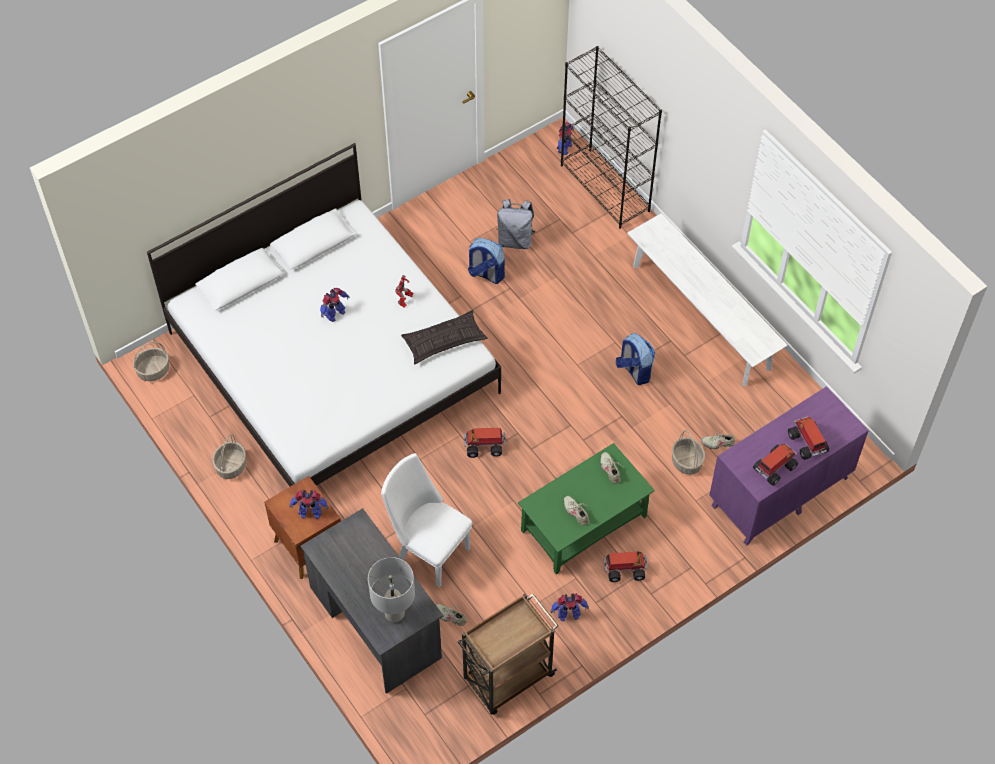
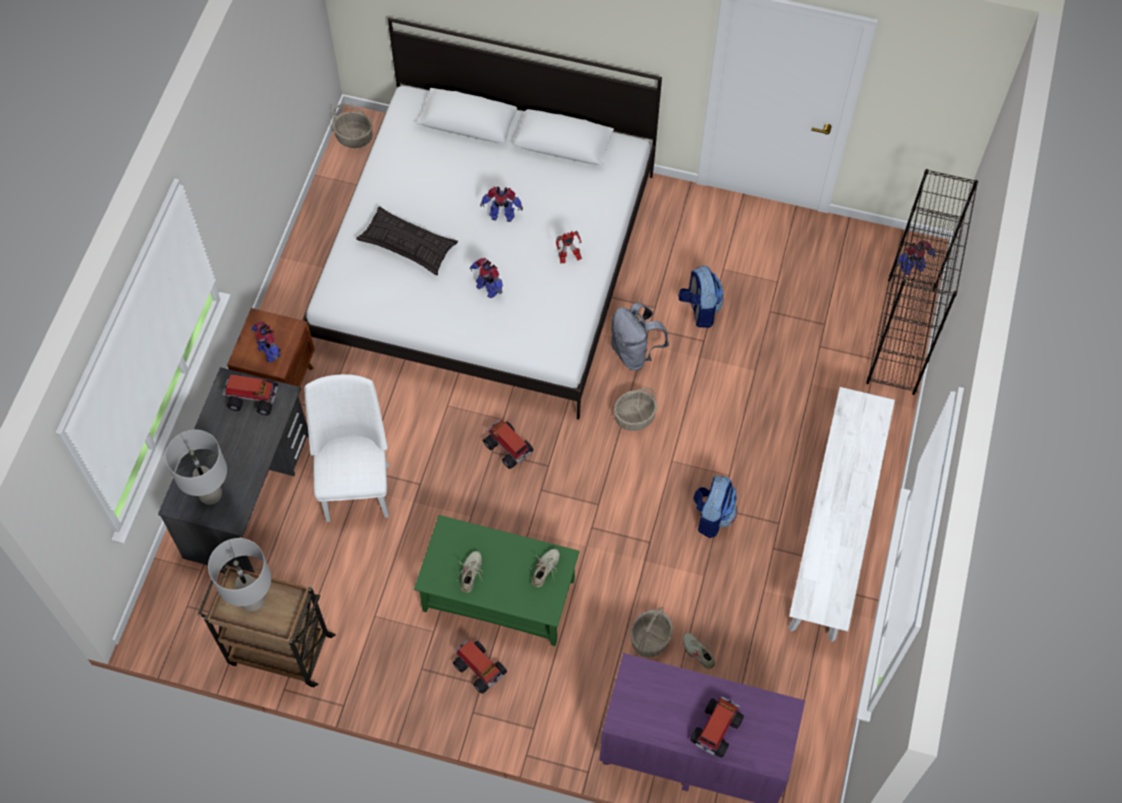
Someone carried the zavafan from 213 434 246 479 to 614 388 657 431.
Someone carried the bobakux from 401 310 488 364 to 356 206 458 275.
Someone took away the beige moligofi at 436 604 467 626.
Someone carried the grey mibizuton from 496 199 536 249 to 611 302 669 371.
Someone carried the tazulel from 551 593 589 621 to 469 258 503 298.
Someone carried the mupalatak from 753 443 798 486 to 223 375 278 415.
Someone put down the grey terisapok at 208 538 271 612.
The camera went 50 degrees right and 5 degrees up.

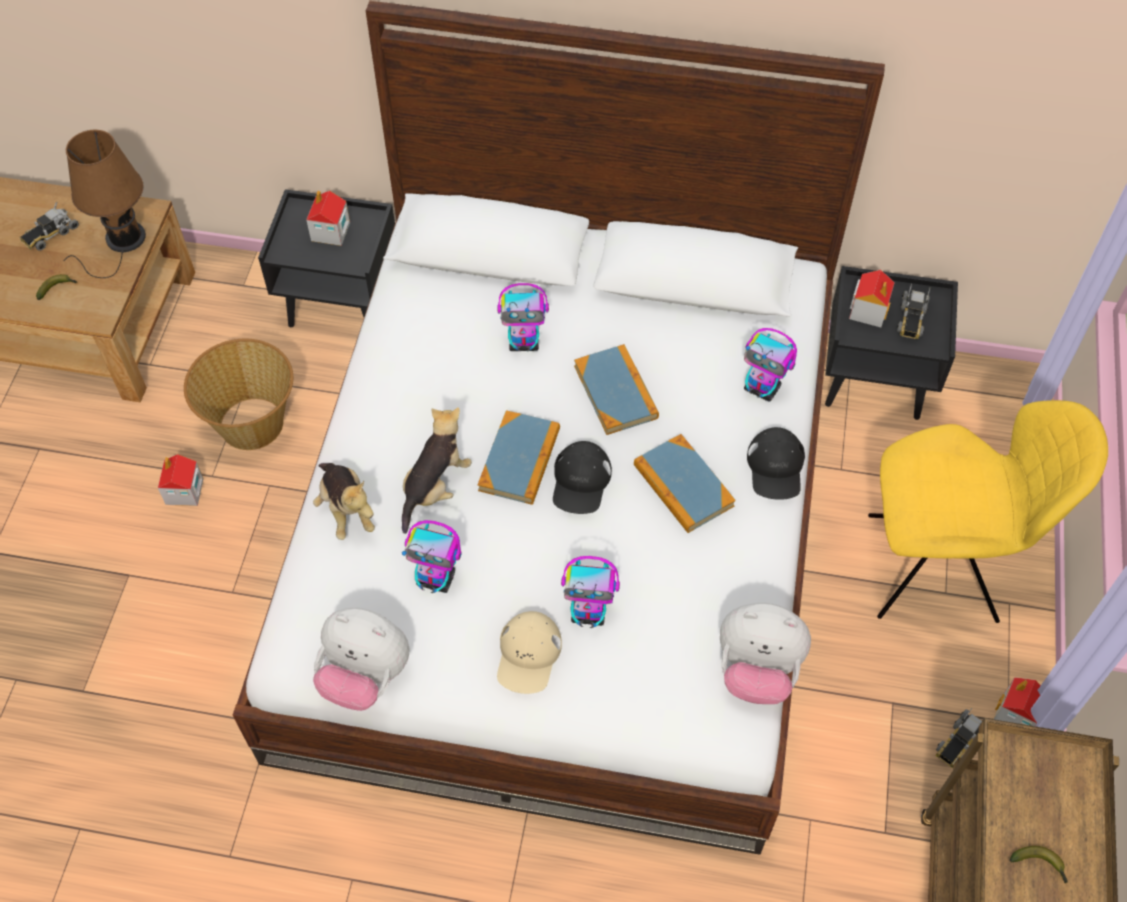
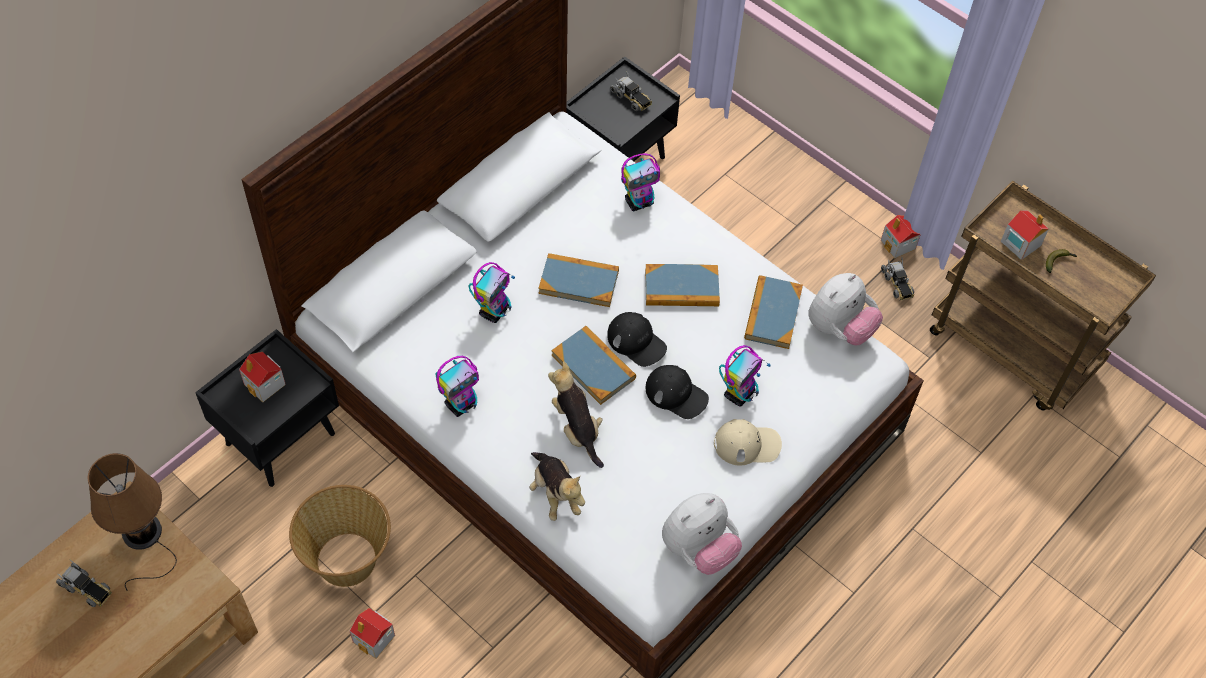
Someone rotated the mupalatak at 19 202 79 250 by 45 degrees counterclockwise.
Someone took away the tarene at 36 274 77 300.
Someone rotated the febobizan at 313 463 375 540 by 60 degrees clockwise.
Someone carried the tazulel from 402 520 461 593 to 436 356 479 417.
Someone rotated the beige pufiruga at 497 611 562 694 by 45 degrees counterclockwise.
Someone carried the black pufiruga from 747 427 805 500 to 646 365 709 419.
Someone carried the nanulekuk from 849 270 895 327 to 1001 210 1049 260.
Someone took away the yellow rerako at 868 400 1108 623.
Someone put down the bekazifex at 744 275 803 349.
The camera went 60 degrees left and 0 degrees up.

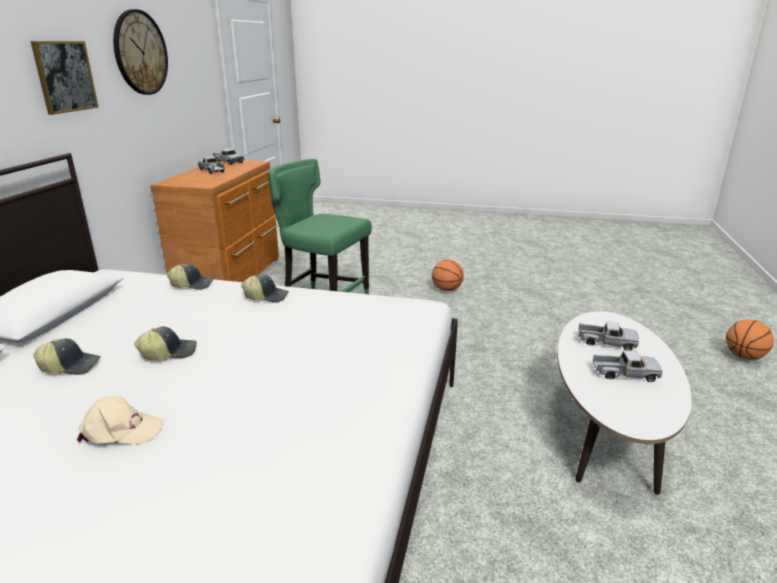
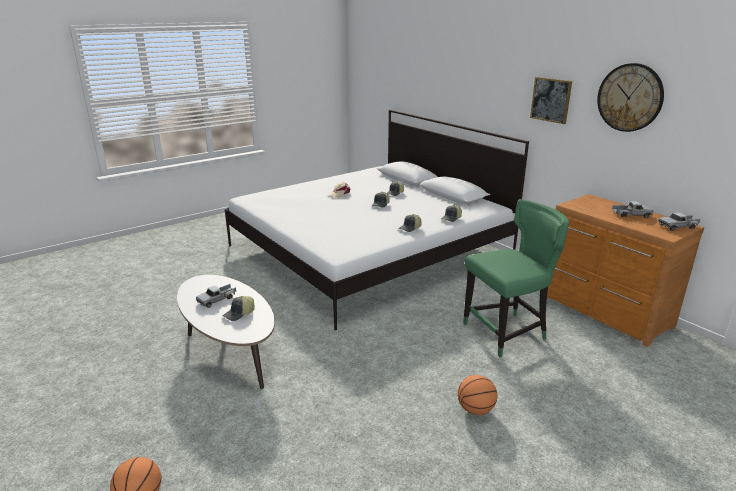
Someone swapped the mupalatak at 577 321 639 351 for the pufiruga at 222 296 255 321.
The camera went 130 degrees right and 0 degrees up.

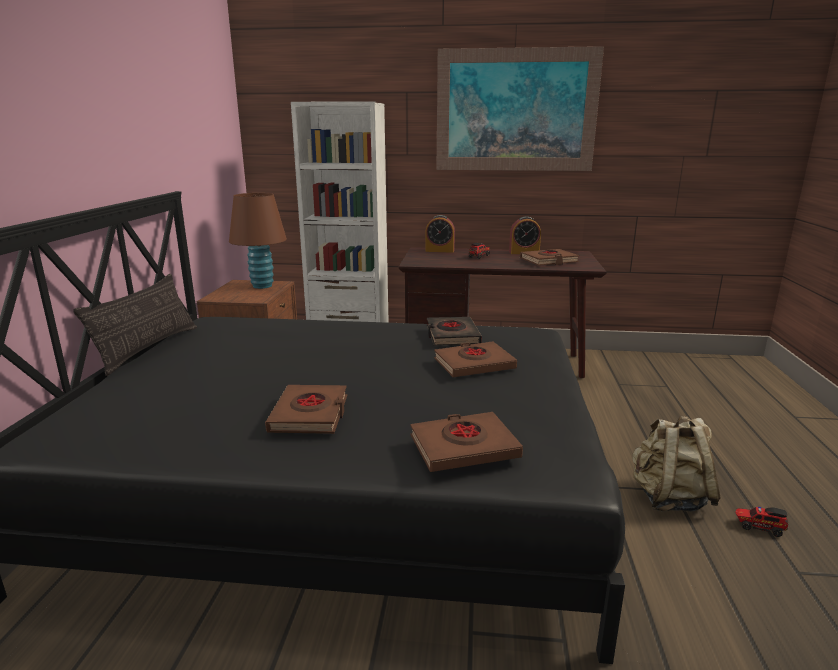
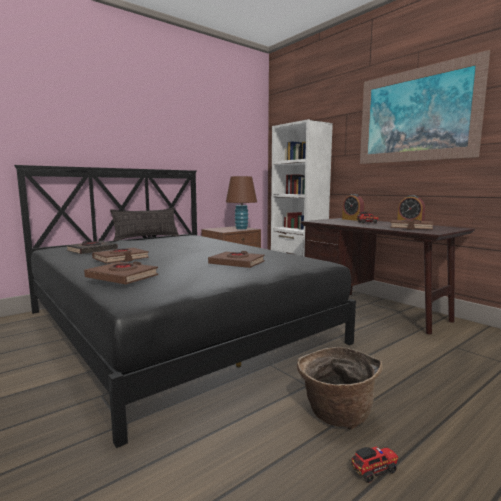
Someone carried the black bekazifex from 427 317 482 346 to 66 241 118 254.
Someone swapped the beige mibizuton at 632 416 721 512 for the zavafan at 297 347 383 430.
Someone rotated the mupalatak at 735 507 789 537 by 90 degrees clockwise.
The camera went 45 degrees right and 10 degrees down.

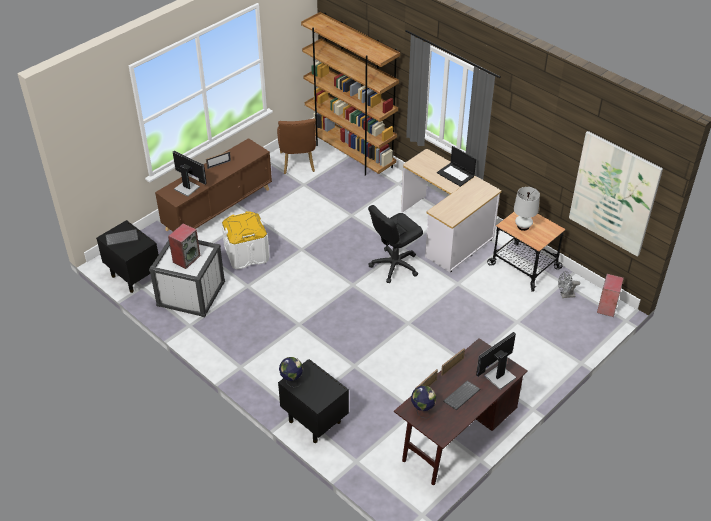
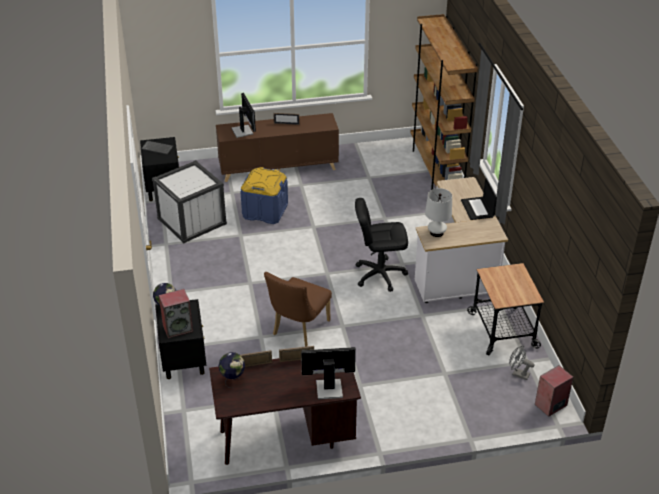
Someone carried the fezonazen from 168 223 200 269 to 159 289 193 339.
Someone repainted the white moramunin at 222 211 270 270, which became the blue moramunin at 240 167 288 224.
Someone carried the brown rerako from 277 118 316 174 to 264 272 332 347.
Someone took away the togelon at 443 381 480 410.
Someone carried the white terisapok from 514 187 540 231 to 425 188 452 237.
Someone took away the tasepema at 569 131 663 257.
The camera went 35 degrees right and 5 degrees down.

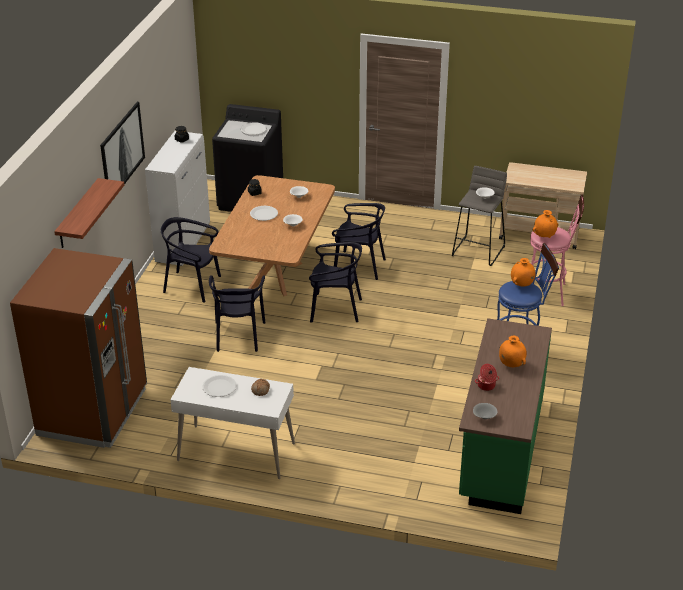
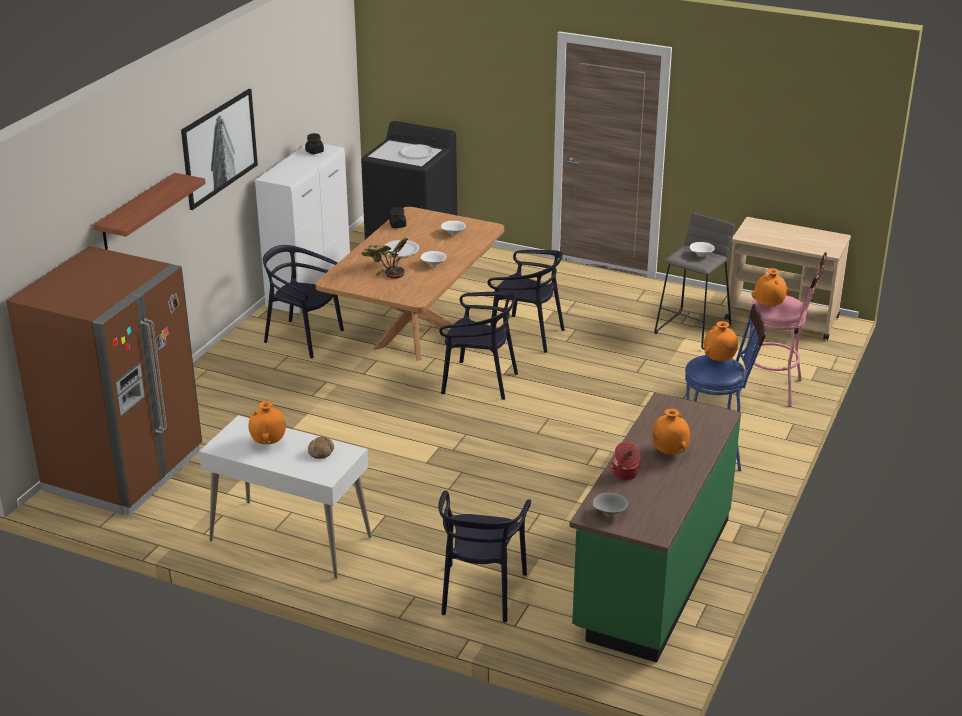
Someone swapped the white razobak at 203 375 236 397 for the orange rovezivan at 248 401 286 444.
Someone carried the black rerako from 209 275 266 352 to 438 491 531 622.
Someone put down the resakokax at 361 238 408 279.
The camera went 10 degrees right and 5 degrees down.

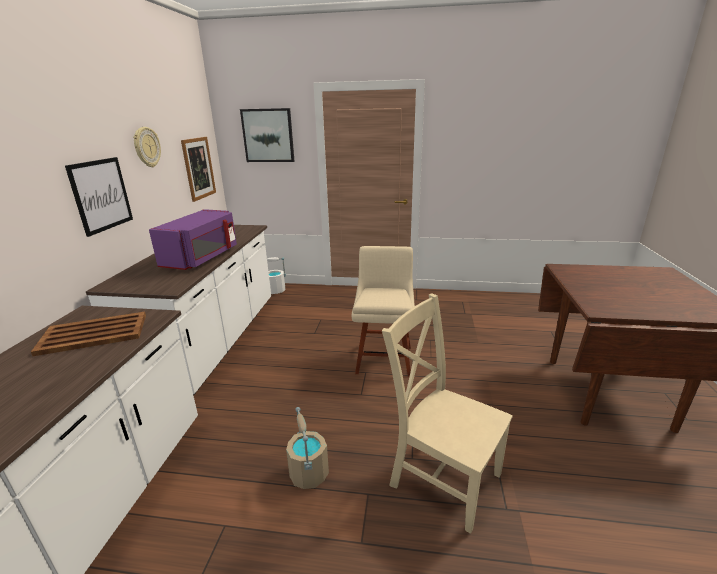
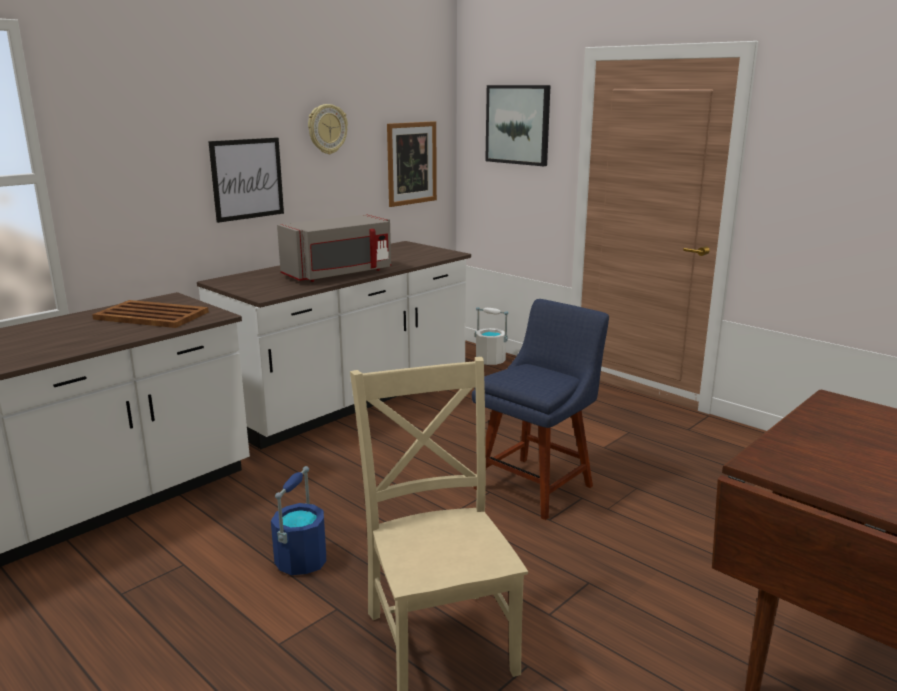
Someone repainted the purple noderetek at 149 209 237 270, which became the grey noderetek at 277 214 391 282.
Someone repainted the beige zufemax at 286 407 329 489, which became the blue zufemax at 271 466 326 575.
Someone repainted the beige rerako at 352 246 415 377, which became the blue rerako at 472 299 609 520.
The camera went 35 degrees right and 5 degrees down.

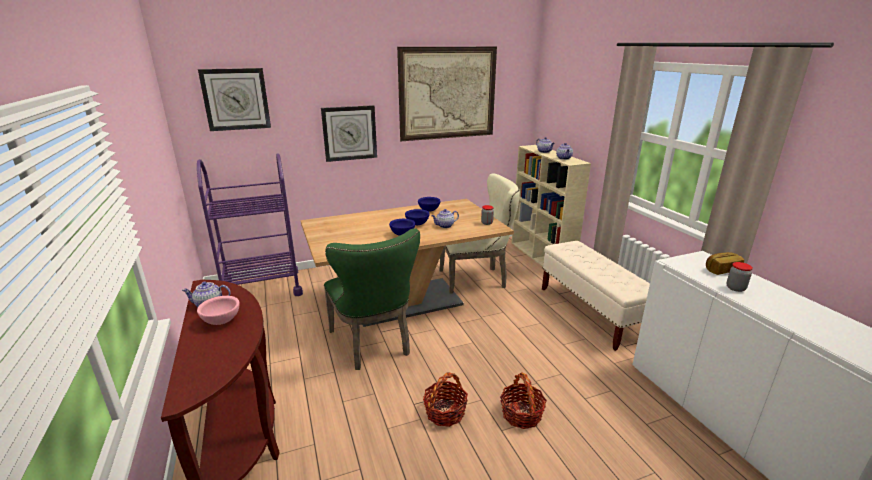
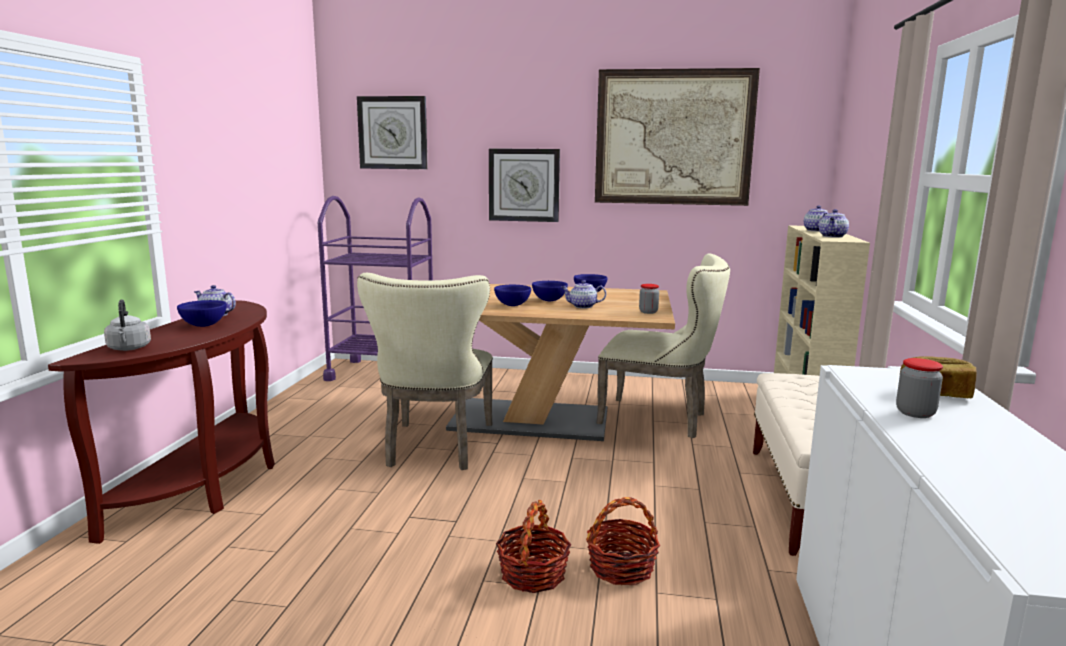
Someone repainted the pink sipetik at 197 296 239 325, which became the blue sipetik at 177 300 227 327.
Someone repainted the green rerako at 324 228 420 370, which became the beige rerako at 357 273 493 470.
Someone carried the zavafan from 423 372 468 427 to 586 497 660 585.
Someone put down the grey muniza at 104 299 151 351.
The camera went 30 degrees right and 10 degrees down.

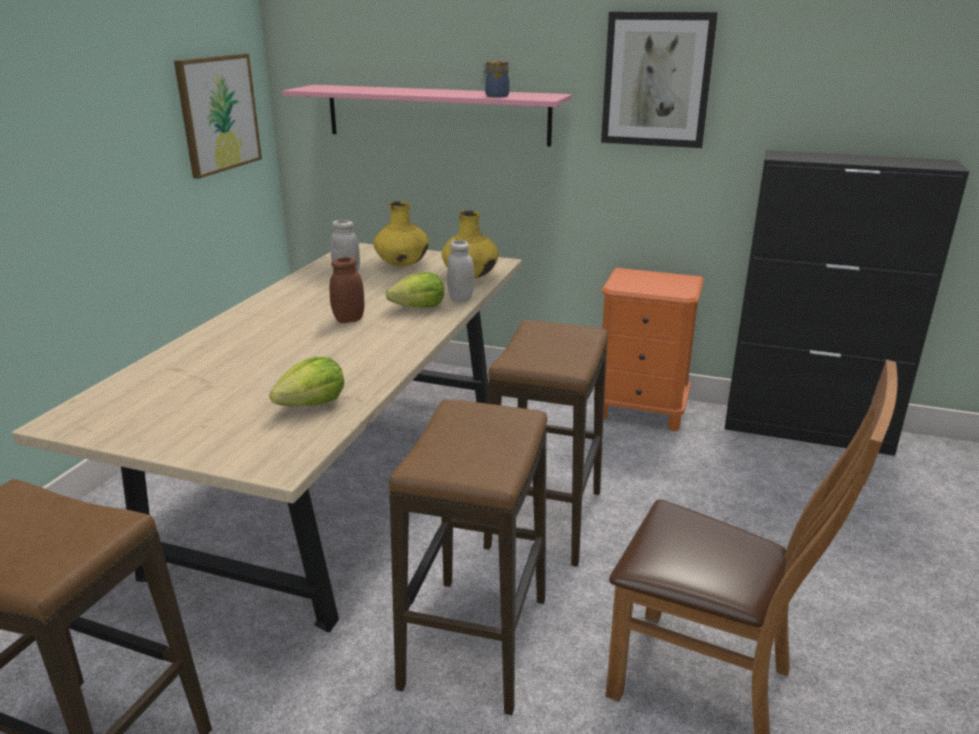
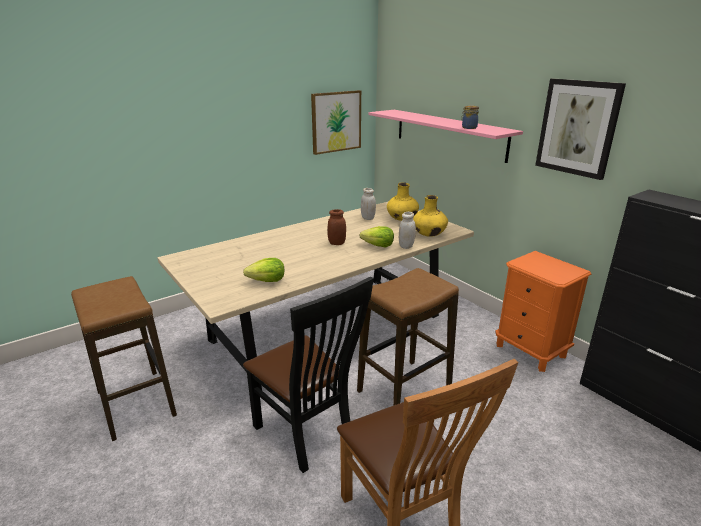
Someone swapped the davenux at 389 399 548 715 for the black rerako at 243 276 374 473.
The camera went 35 degrees right and 0 degrees up.

